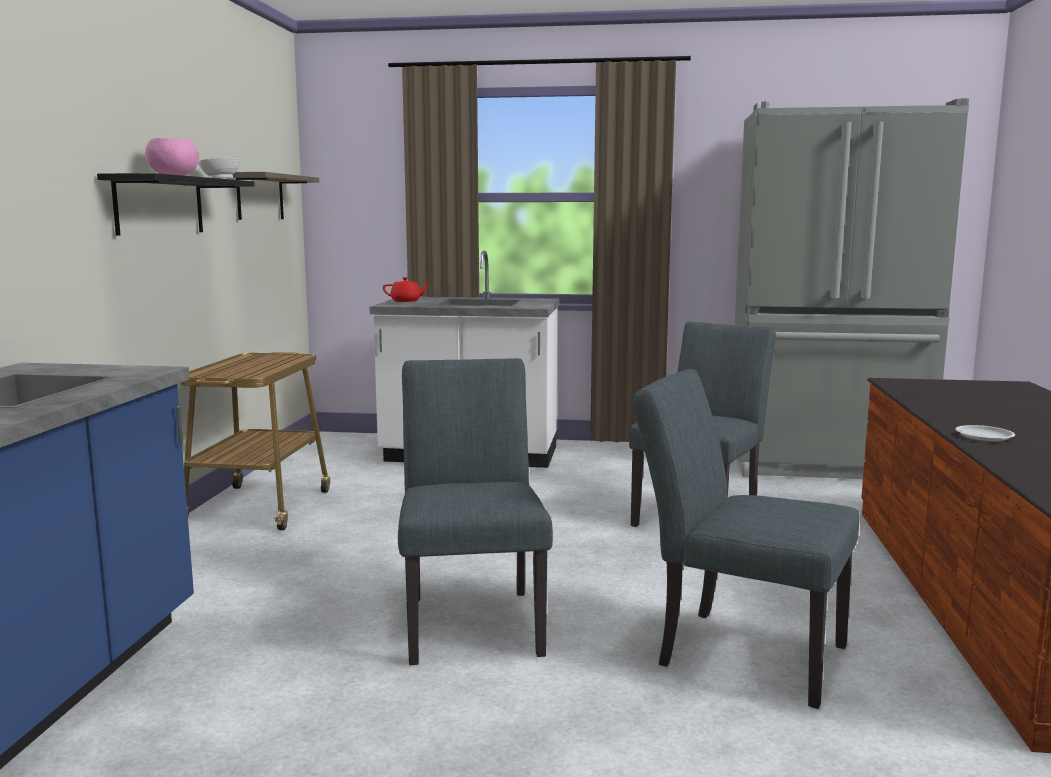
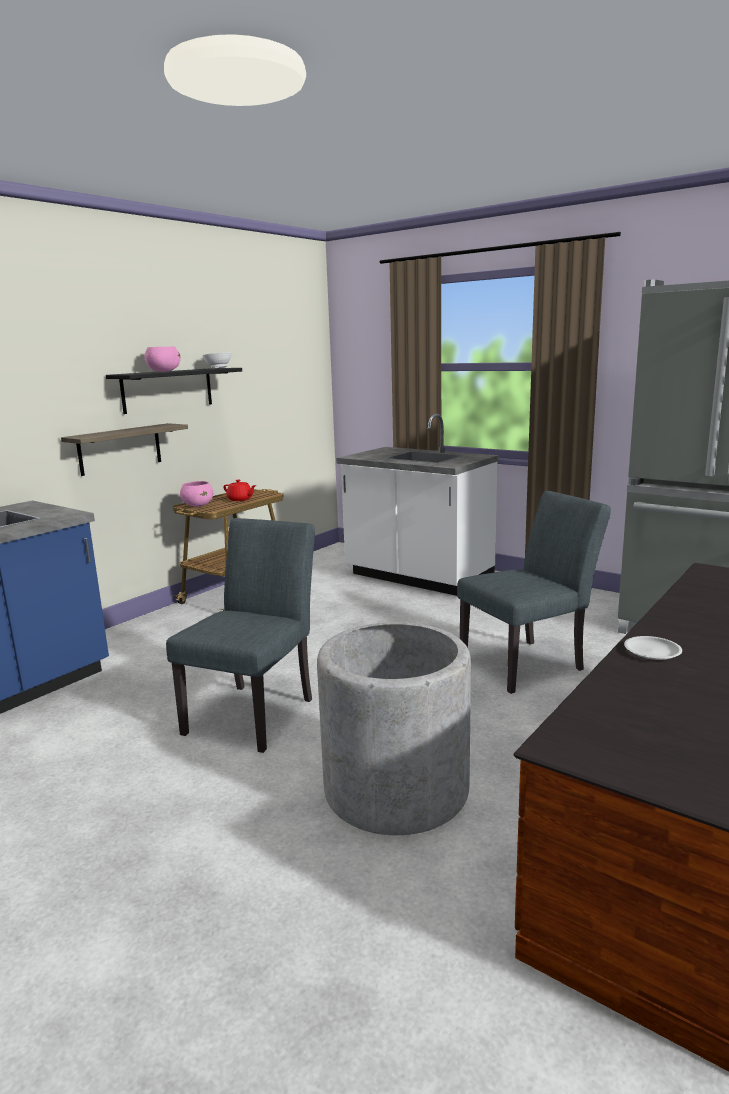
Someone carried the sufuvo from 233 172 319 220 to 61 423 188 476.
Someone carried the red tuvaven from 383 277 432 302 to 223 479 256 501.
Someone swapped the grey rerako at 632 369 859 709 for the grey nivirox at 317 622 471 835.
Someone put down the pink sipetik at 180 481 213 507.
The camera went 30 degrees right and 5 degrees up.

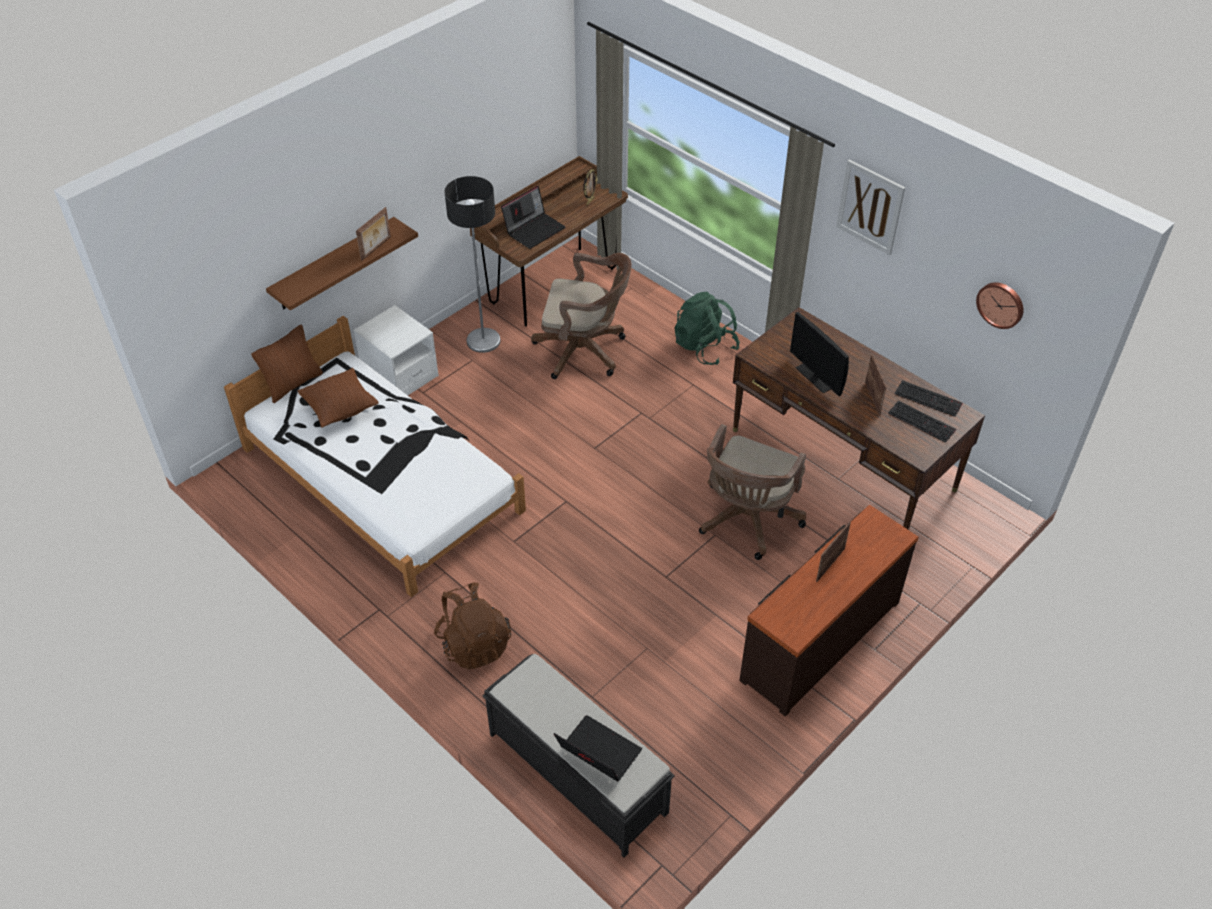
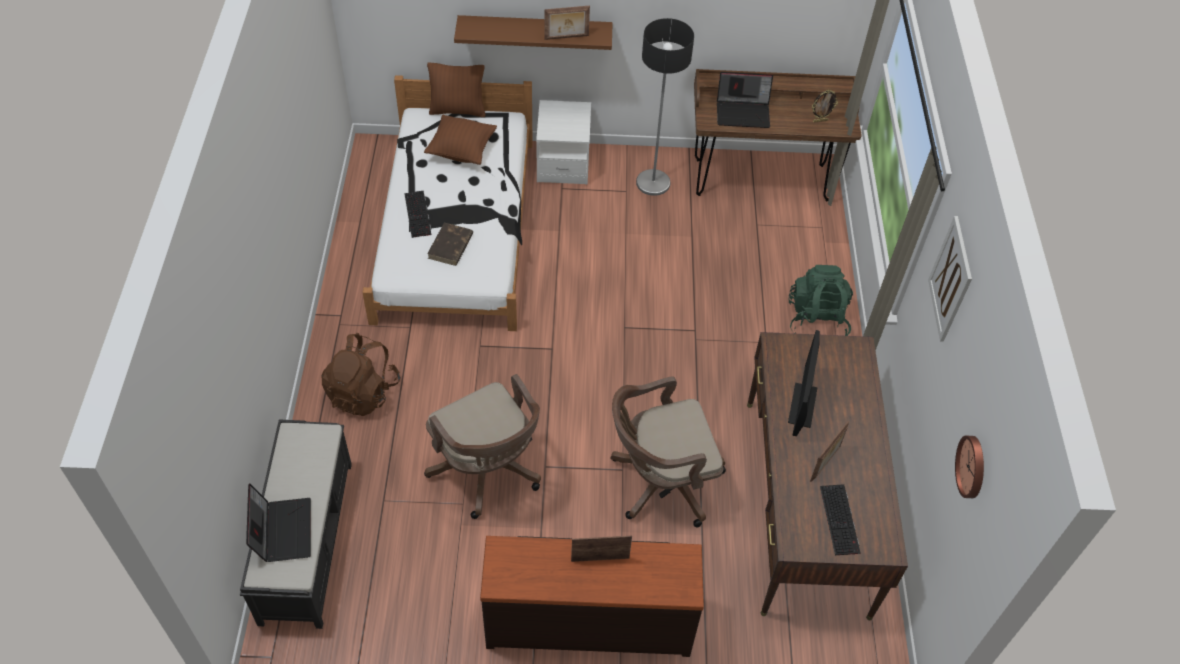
Someone carried the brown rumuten from 531 253 632 379 to 424 374 541 519.
Someone carried the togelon from 895 380 963 417 to 404 191 431 238.
Someone put down the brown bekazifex at 427 222 473 266.
The camera went 45 degrees right and 5 degrees up.

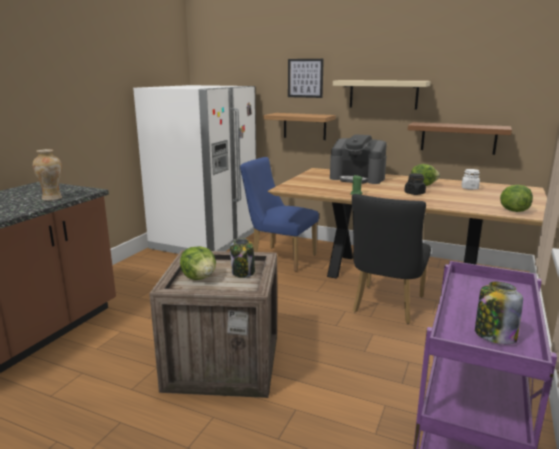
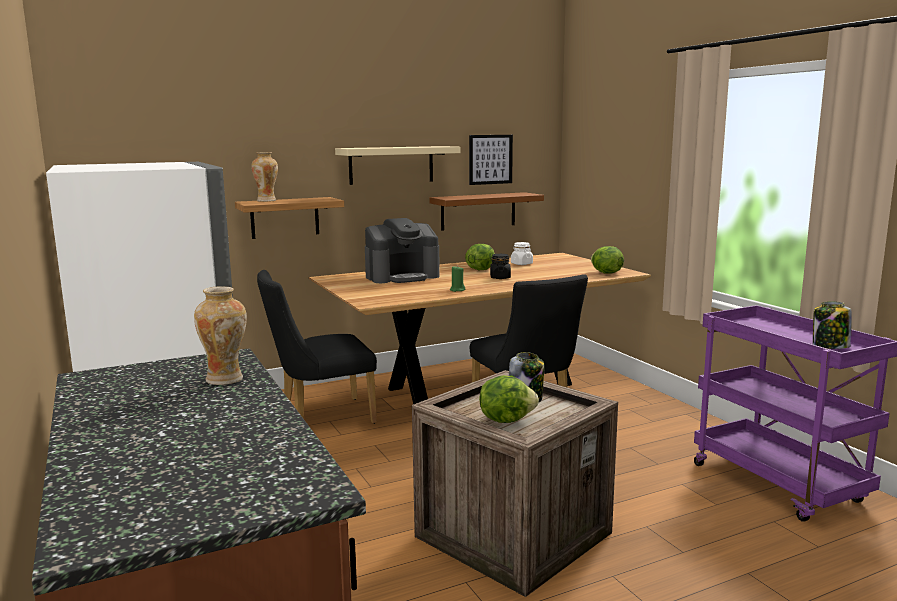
Someone repainted the blue rerako at 240 157 319 272, which became the black rerako at 257 270 377 424.
Someone carried the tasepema from 288 59 324 98 to 469 135 513 185.
Someone put down the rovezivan at 251 152 278 202.
The camera went 50 degrees left and 5 degrees down.

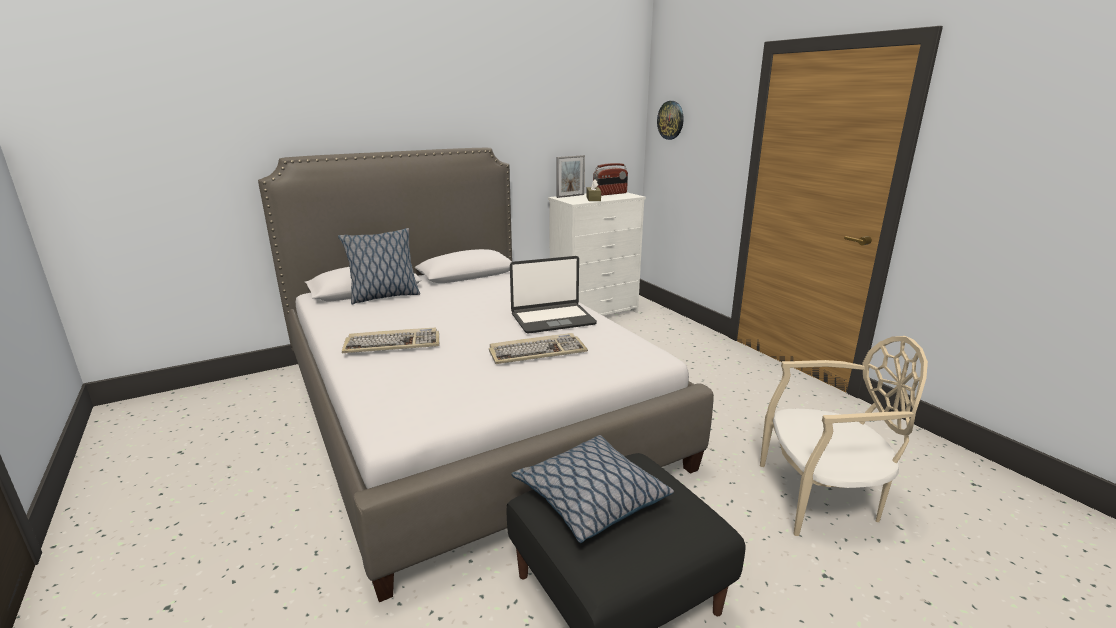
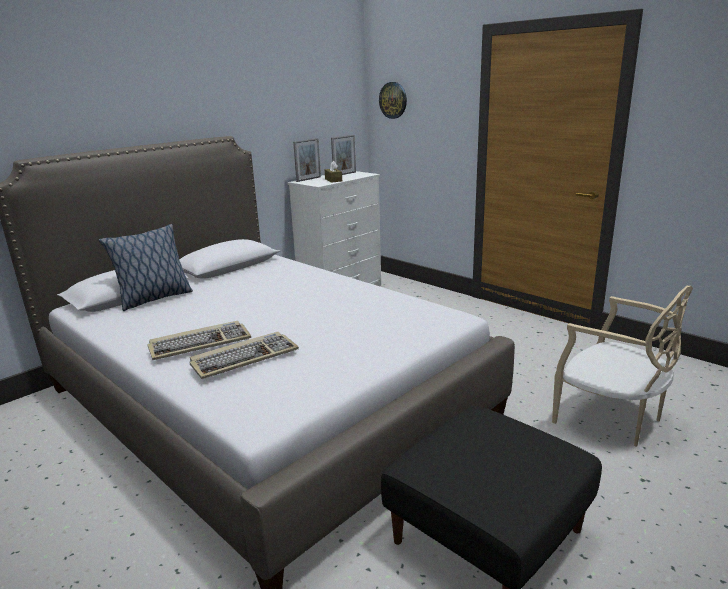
Someone carried the togelon from 489 333 588 364 to 190 332 299 379.
Someone took away the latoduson at 510 256 597 333.
Someone took away the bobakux at 511 435 674 543.
Someone swapped the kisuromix at 593 163 628 196 for the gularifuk at 331 135 356 175.
Someone rotated the beige rerako at 760 336 928 536 by 60 degrees clockwise.
The camera went 15 degrees left and 0 degrees up.

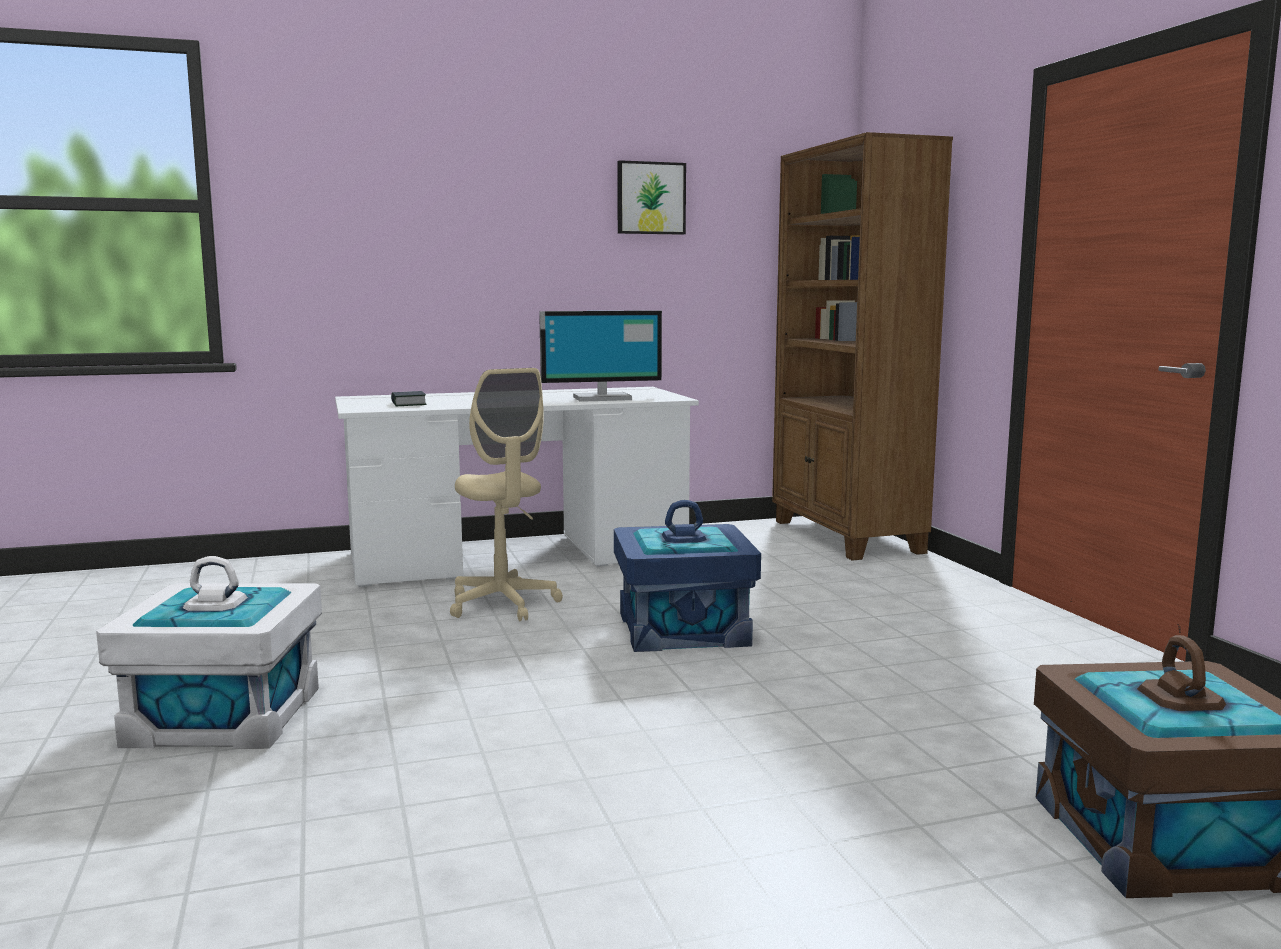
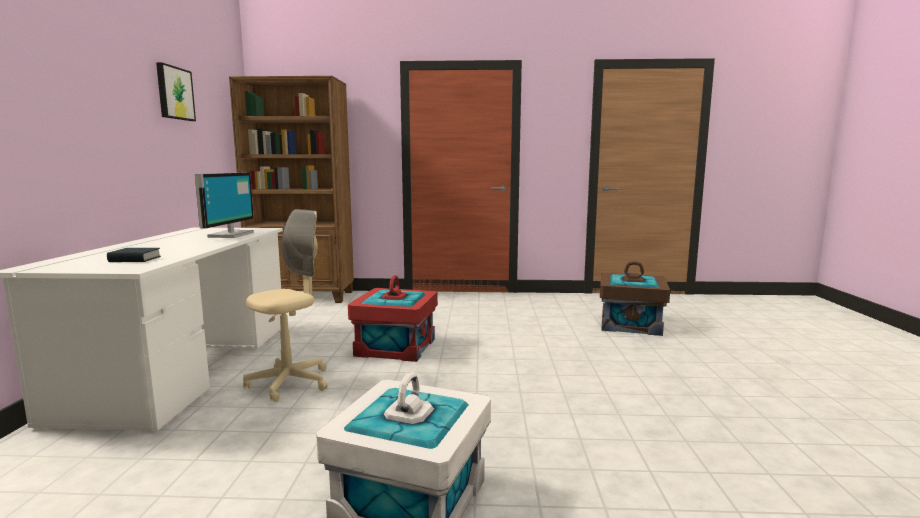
Someone rotated the beige rumuten at 450 368 563 621 by 45 degrees counterclockwise.
Someone repainted the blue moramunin at 614 500 761 652, which became the red moramunin at 348 275 438 362.
The camera went 70 degrees left and 0 degrees up.

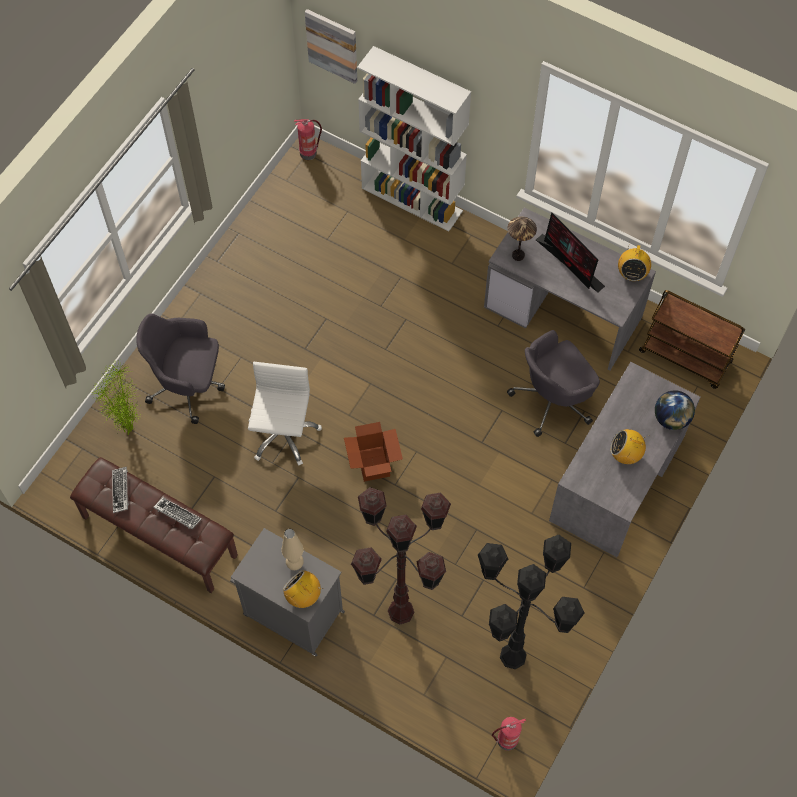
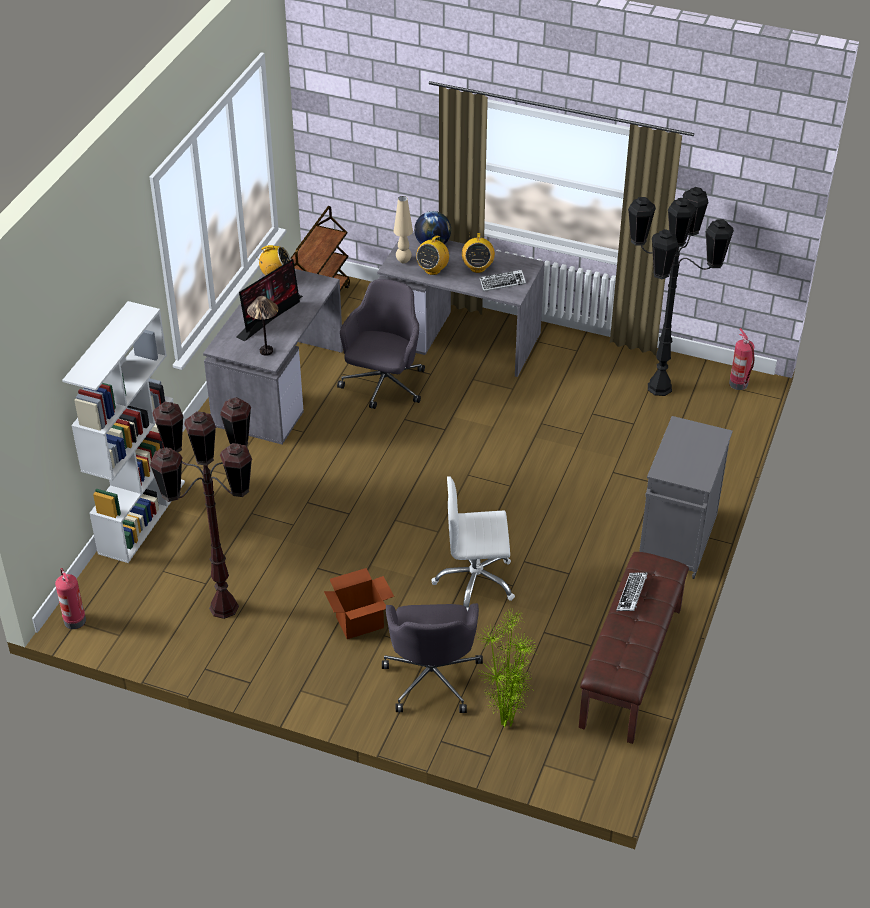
Someone carried the togelon from 112 467 129 513 to 479 270 526 292.
Someone carried the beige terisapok from 281 529 304 570 to 394 196 413 263.
Someone carried the kisuromix from 283 570 323 608 to 416 235 449 275.
Someone took away the tasepema at 305 9 357 84.
Someone carried the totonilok from 344 422 403 482 to 324 568 394 639.
Someone carried the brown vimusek from 351 487 451 624 to 150 397 252 619.
Someone rotated the grey rumuten at 507 330 600 437 by 120 degrees counterclockwise.
The camera went 100 degrees left and 20 degrees down.

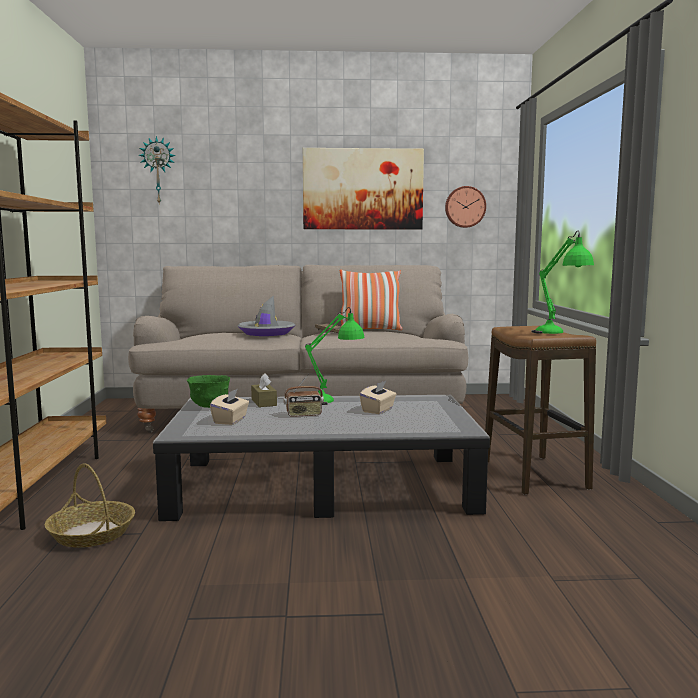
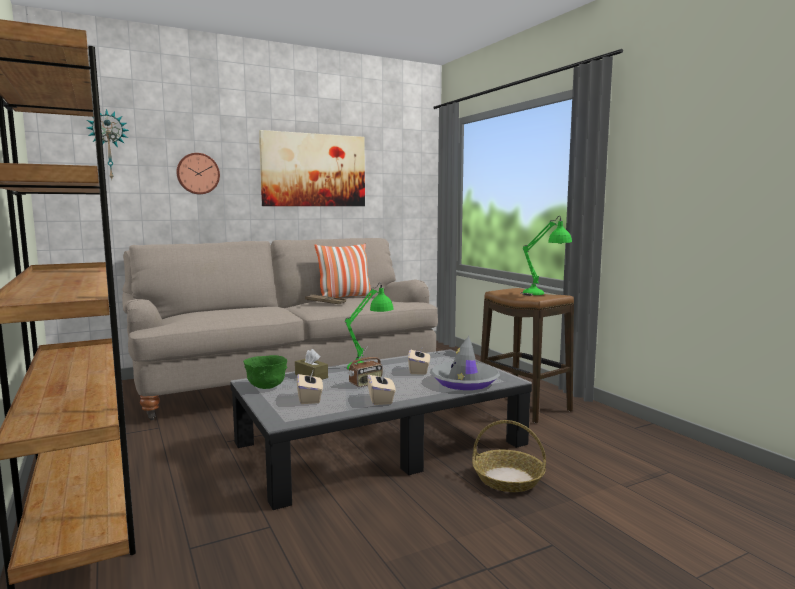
Someone carried the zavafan from 45 463 135 548 to 472 420 546 492.
Someone carried the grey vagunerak from 238 295 295 336 to 430 336 500 390.
Someone carried the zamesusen from 445 186 486 228 to 176 153 220 194.
Someone put down the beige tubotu at 367 369 395 405.
The camera went 25 degrees left and 0 degrees up.

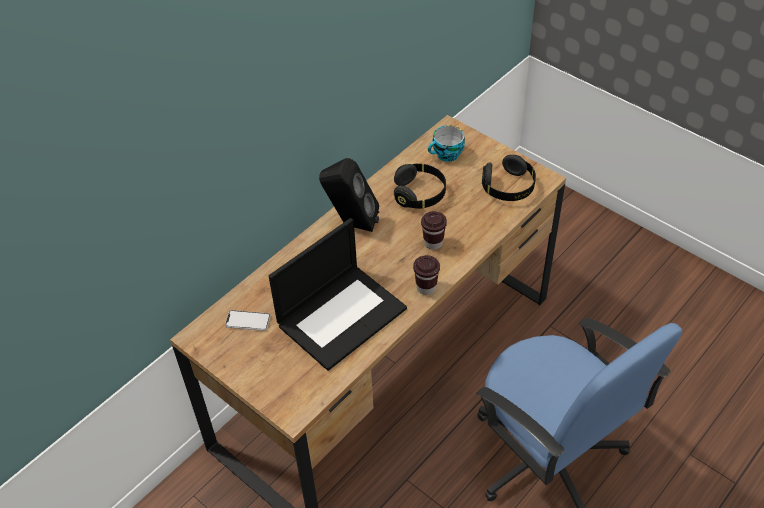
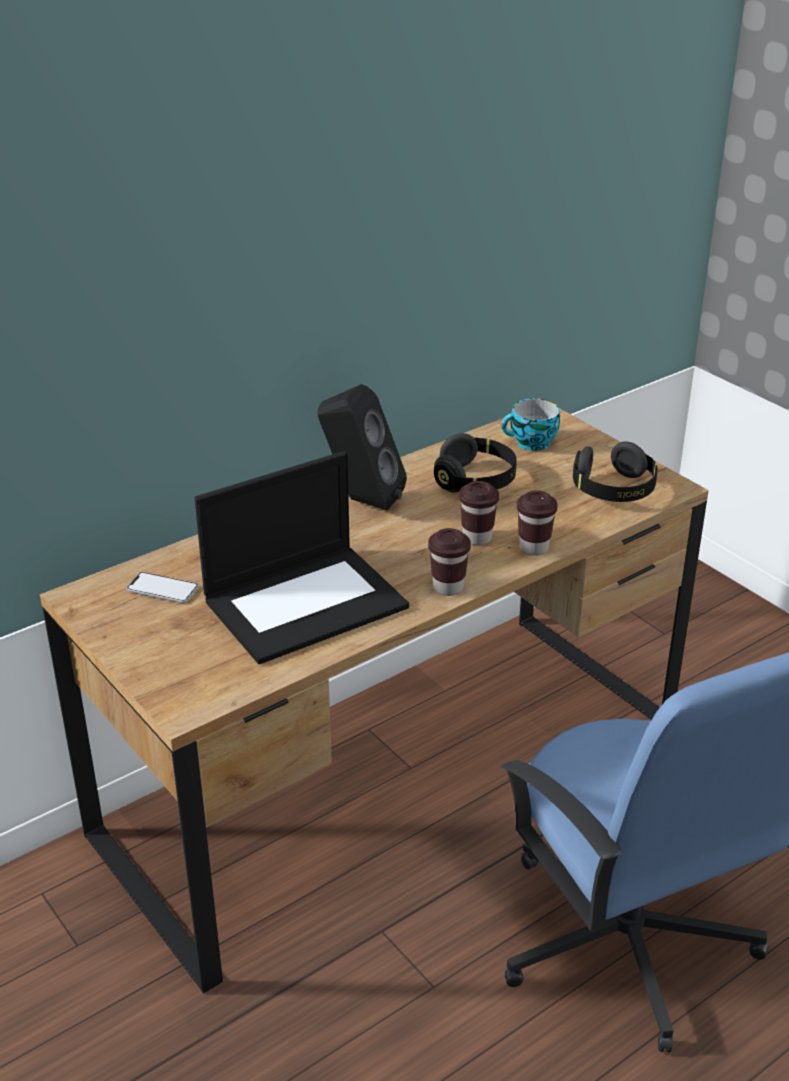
Someone put down the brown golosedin at 517 490 558 556.
The camera went 10 degrees right and 15 degrees down.

